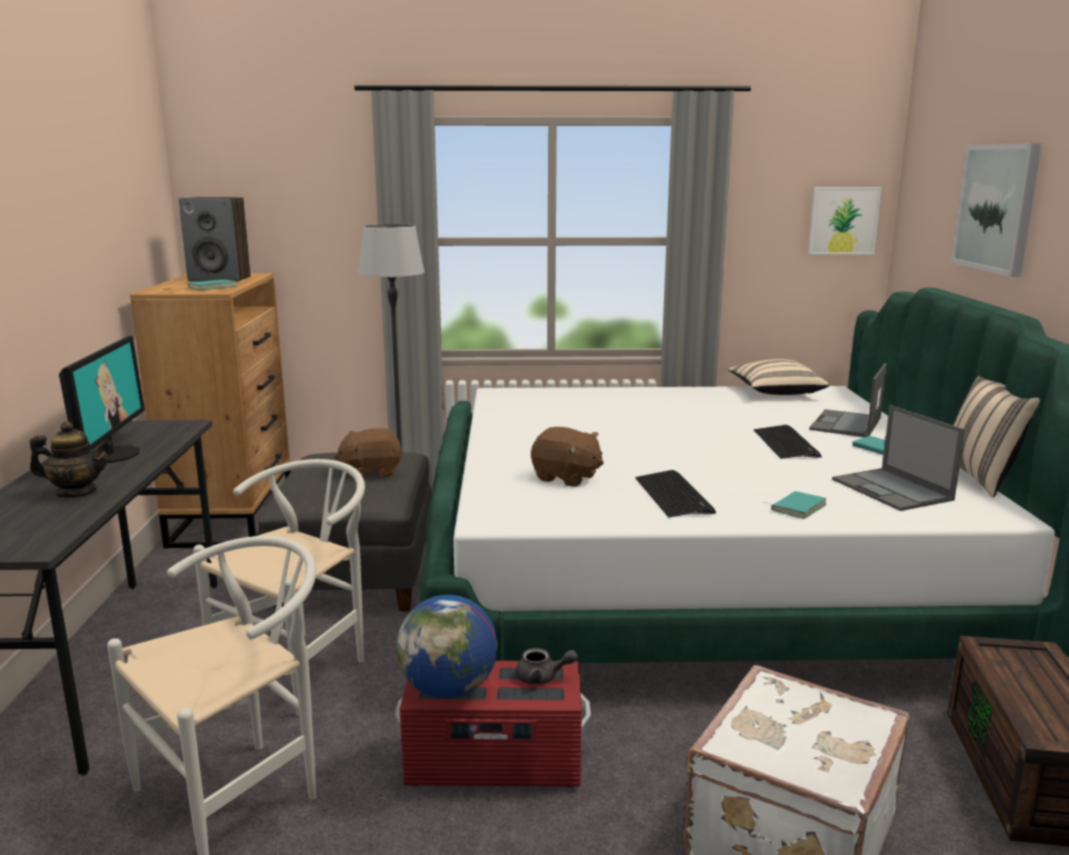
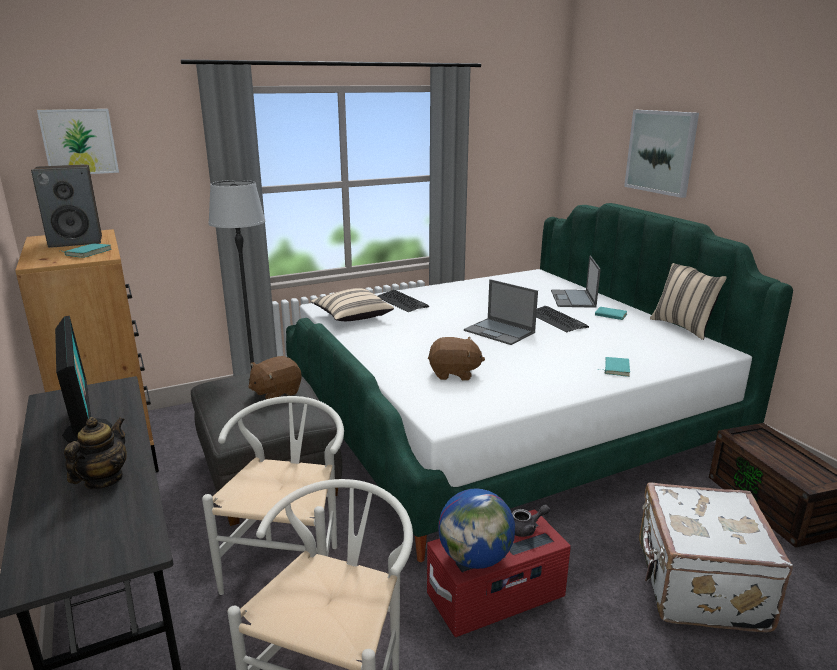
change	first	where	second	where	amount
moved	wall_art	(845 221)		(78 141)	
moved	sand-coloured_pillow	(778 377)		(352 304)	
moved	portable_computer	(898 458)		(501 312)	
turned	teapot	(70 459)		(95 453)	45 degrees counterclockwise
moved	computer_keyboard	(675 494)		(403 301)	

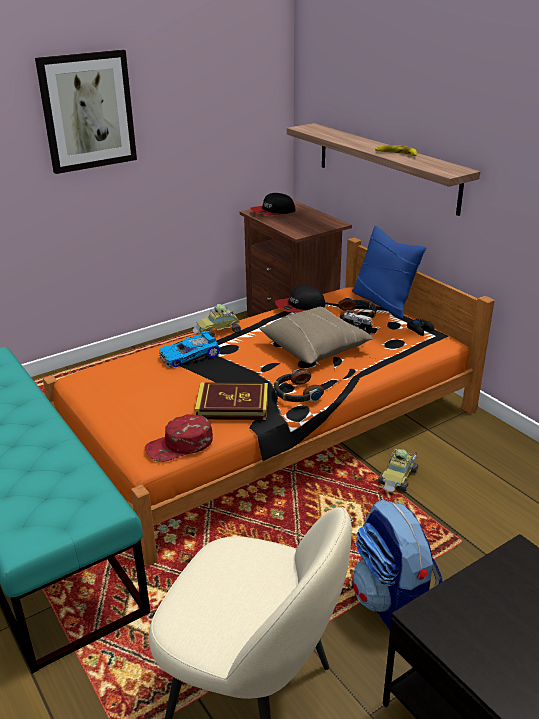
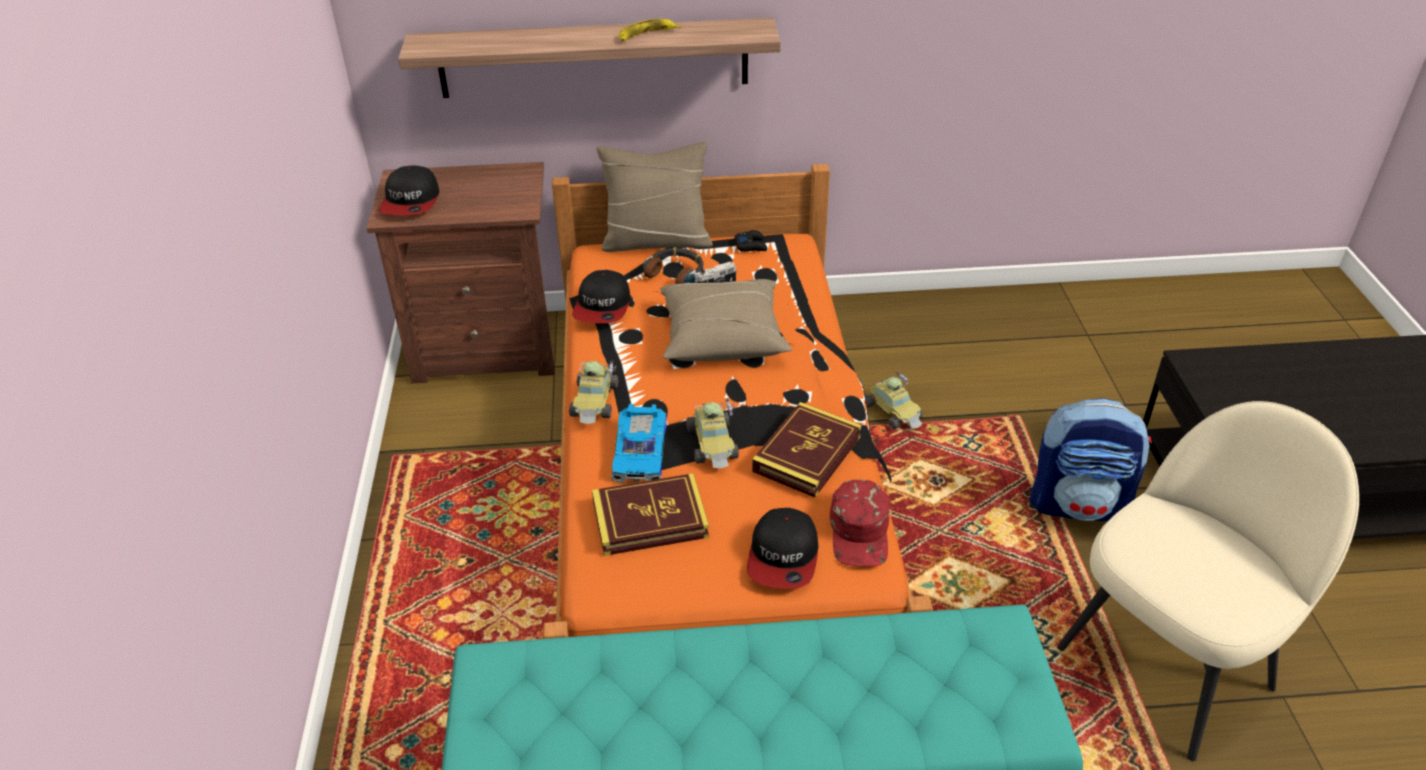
change	first	where	second	where	amount
removed	wall_art	(86 112)			
recoloured	blue-coloured_pillow	(389 272)	sand-coloured_pillow	(655 197)	
removed	headset	(299 385)			
added			model_car	(712 433)	
added			bound_book	(650 514)	
added			baseball_cap	(782 548)	

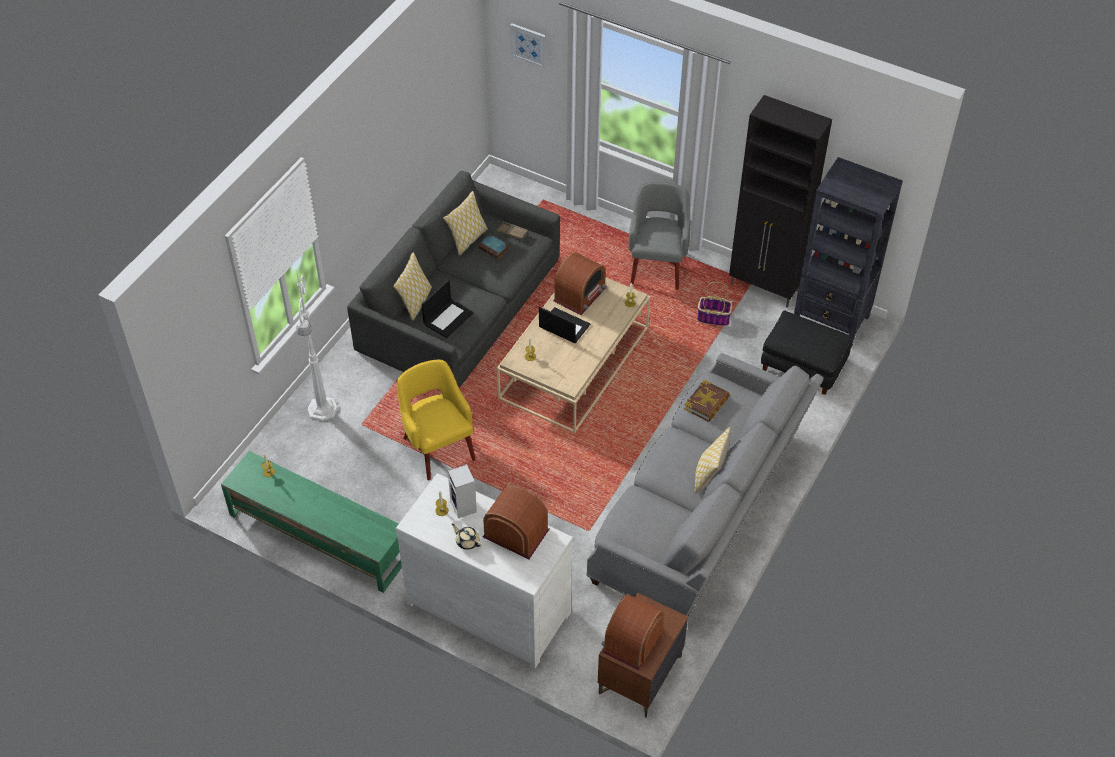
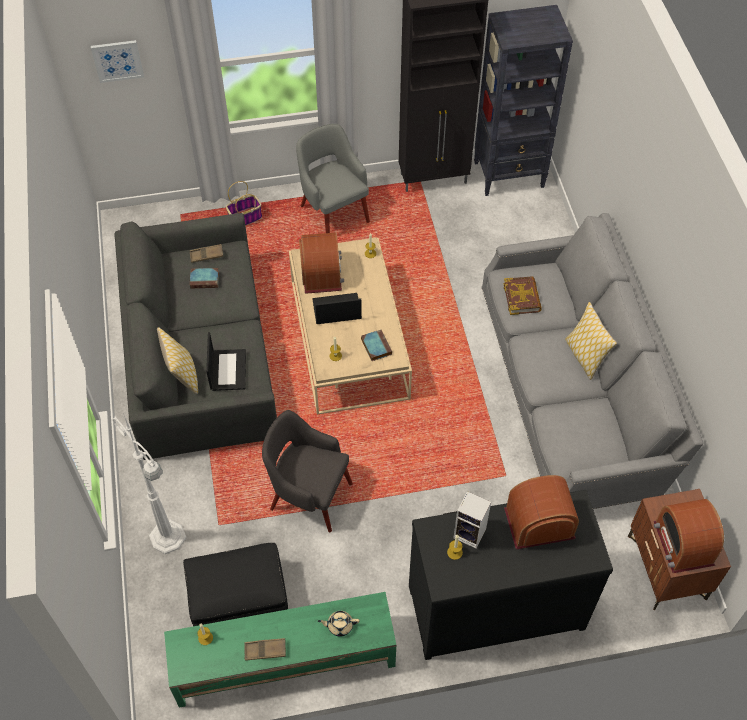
change	first	where	second	where	amount
removed	pillow	(465 223)			
moved	household_basket	(714 304)		(244 203)	
moved	blackish_footrest	(807 353)		(235 584)	
recoloured	yellow_lounge_chair	(436 420)	greyish_lounge_chair	(307 471)	
recoloured	white_dresser	(484 570)	blackish_dresser	(511 575)	
moved	sand-coloured_teapot	(467 536)		(339 623)	
added			bound_book	(376 345)	
added			brownish_serving_tray	(265 649)	

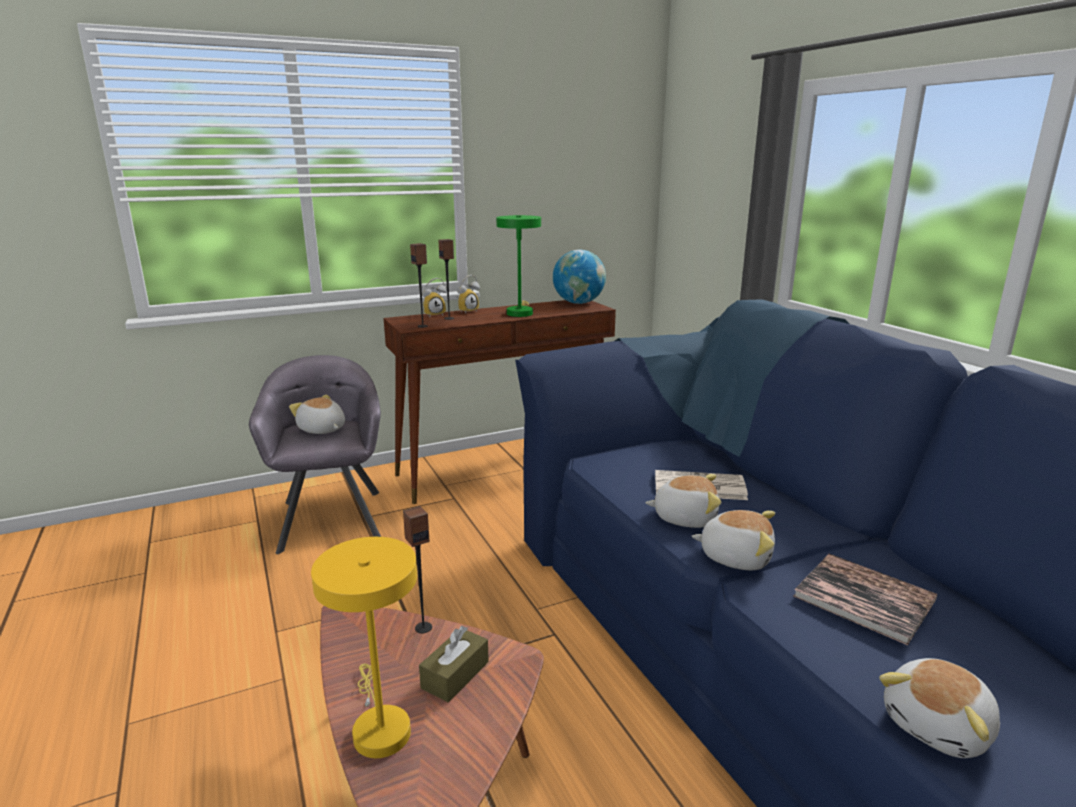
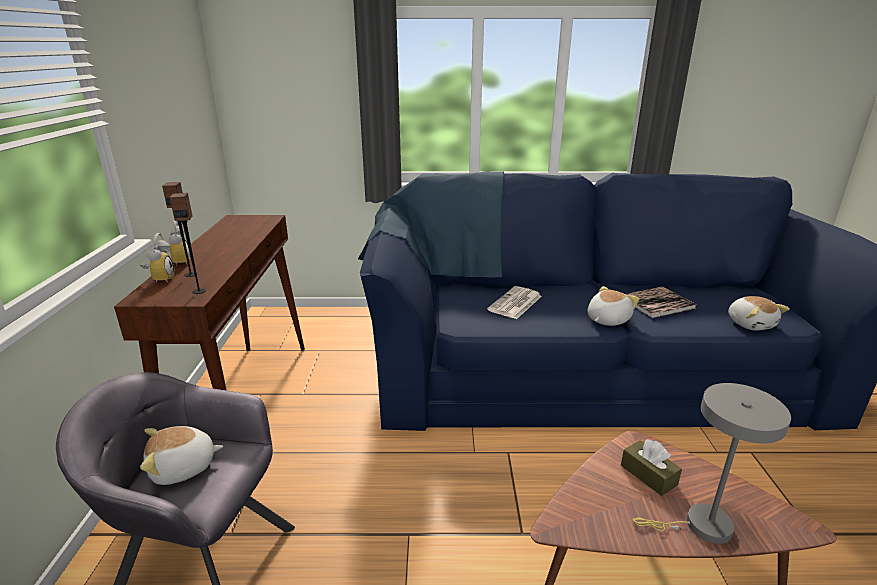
change	first	where	second	where	amount
removed	green_table_lamp	(518 266)			
removed	globe	(579 277)			
removed	soft_toy	(683 501)			
removed	audio_speaker	(417 569)			
recoloured	yellow_table_lamp	(364 647)	greyish_table_lamp	(712 463)	

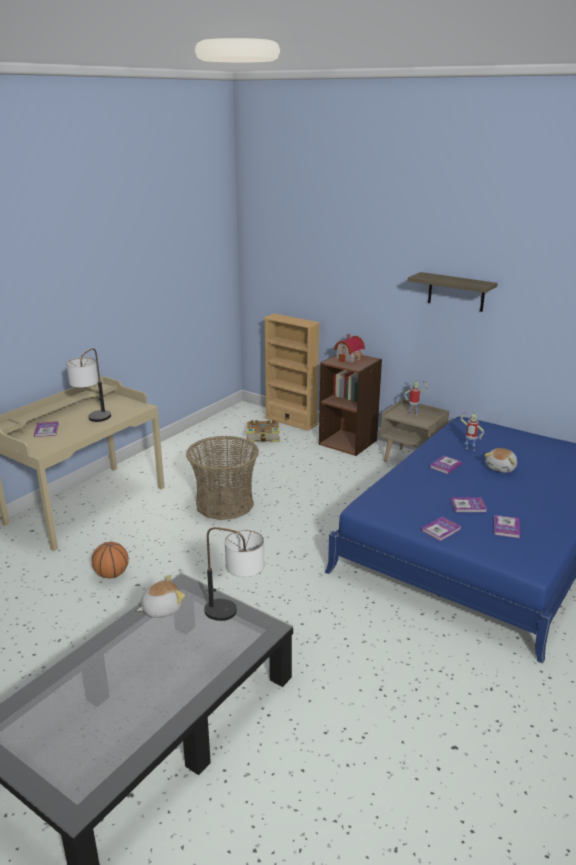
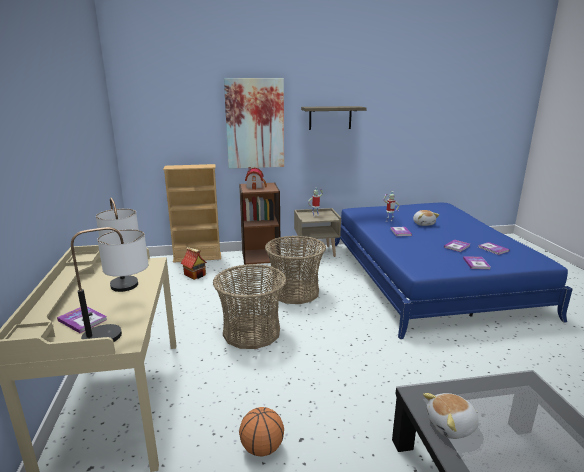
change	first	where	second	where	amount
replaced	bound_book	(263 431)	miniature_house	(194 263)	
moved	table_lamp	(234 574)		(109 284)	
turned	soft_toy	(161 596)		(451 416)	120 degrees counterclockwise
added			wall_art	(254 123)	
added			household_basket	(295 270)	

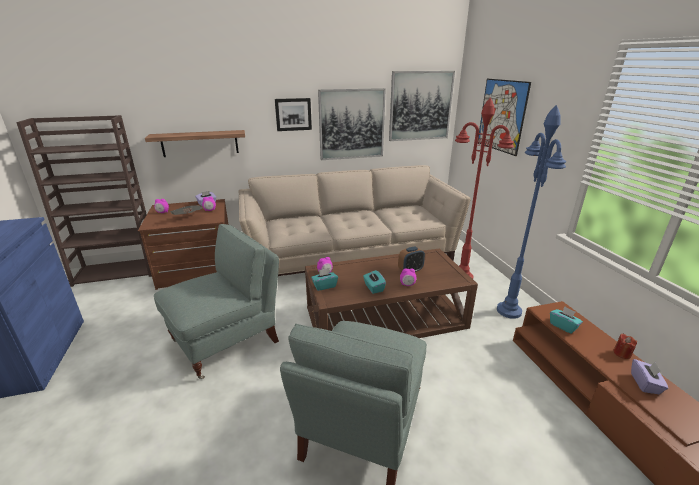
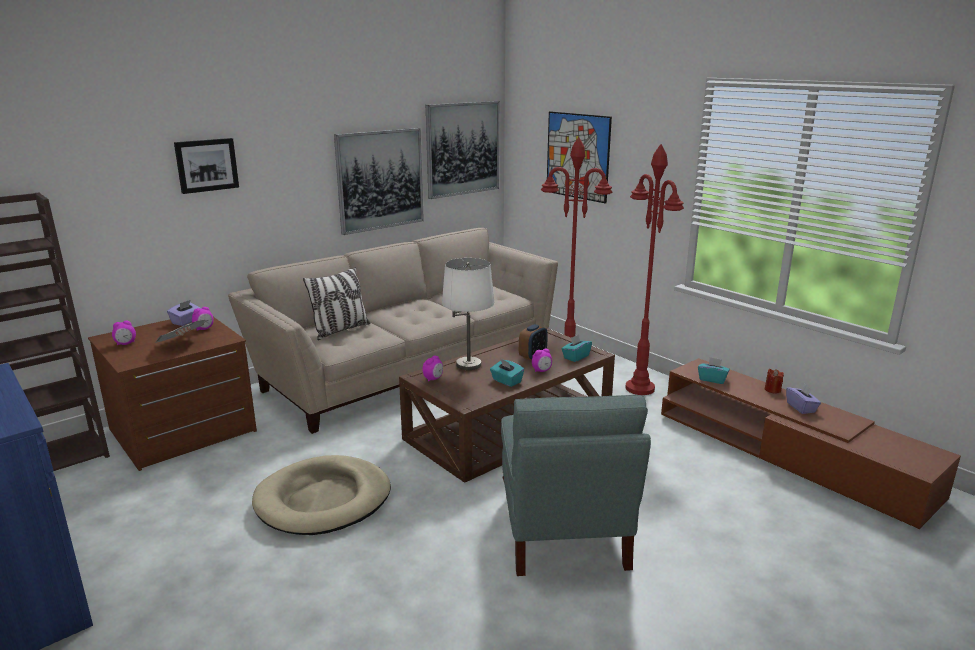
change	first	where	second	where	amount
moved	wall_art	(293 114)		(206 166)	
recoloured	blue-coloured_floor_lamp	(531 212)	reddish_floor_lamp	(654 269)	
removed	bracket_shelf	(195 143)			
replaced	greyish_lounge_chair	(216 301)	sand-coloured_dog_bed	(321 495)	
moved	turquoise-coloured_box_of_tissues	(324 279)		(577 348)	
added			white_table_lamp	(468 314)	
added			pillow	(336 303)	

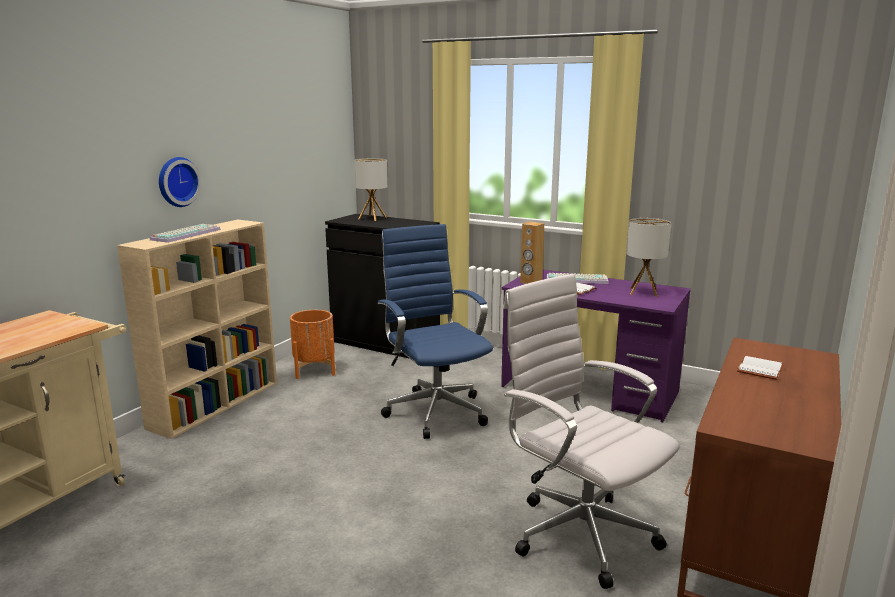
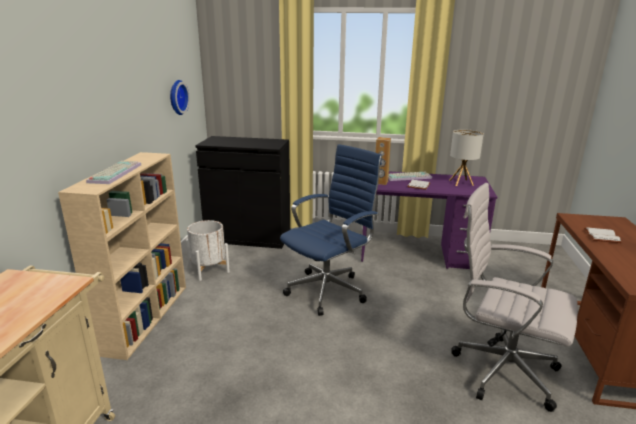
change	first	where	second	where	amount
moved	clock_on_the_wall	(180 182)		(180 97)	
removed	table_lamp	(371 189)			
turned	blue-coloured_office_chair	(435 331)		(331 230)	90 degrees clockwise
recoloured	orange_plant_pot	(312 344)	white_plant_pot	(208 250)	

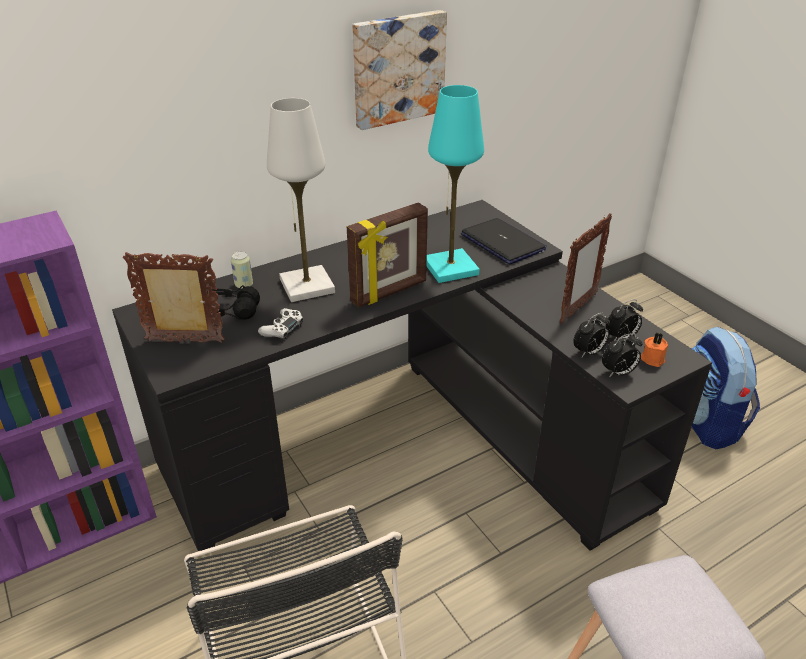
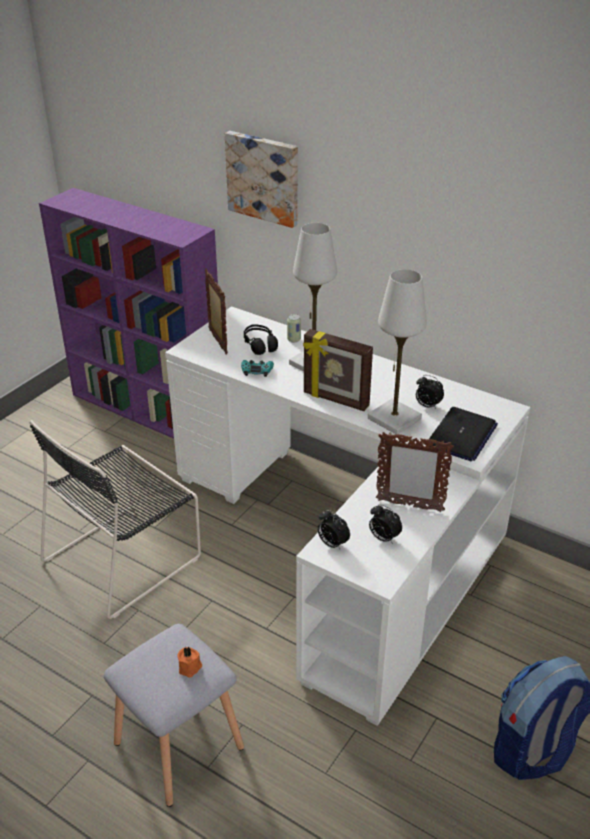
change	first	where	second	where	amount
moved	wall_art	(399 70)		(261 179)	
recoloured	turquoise-coloured_table_lamp	(455 184)	white_table_lamp	(397 351)	
recoloured	blackish_desk_unit	(412 375)	white_desk_unit	(347 516)	
recoloured	white_game_controller	(280 324)	turquoise-coloured_game_controller	(257 368)	
moved	bedside_clock	(591 335)		(430 392)	
moved	orange_candle	(654 349)		(189 662)	

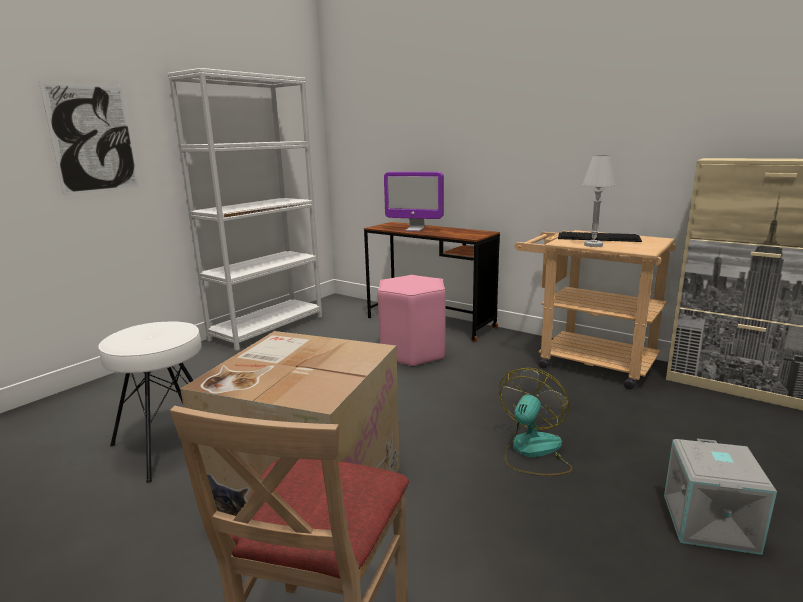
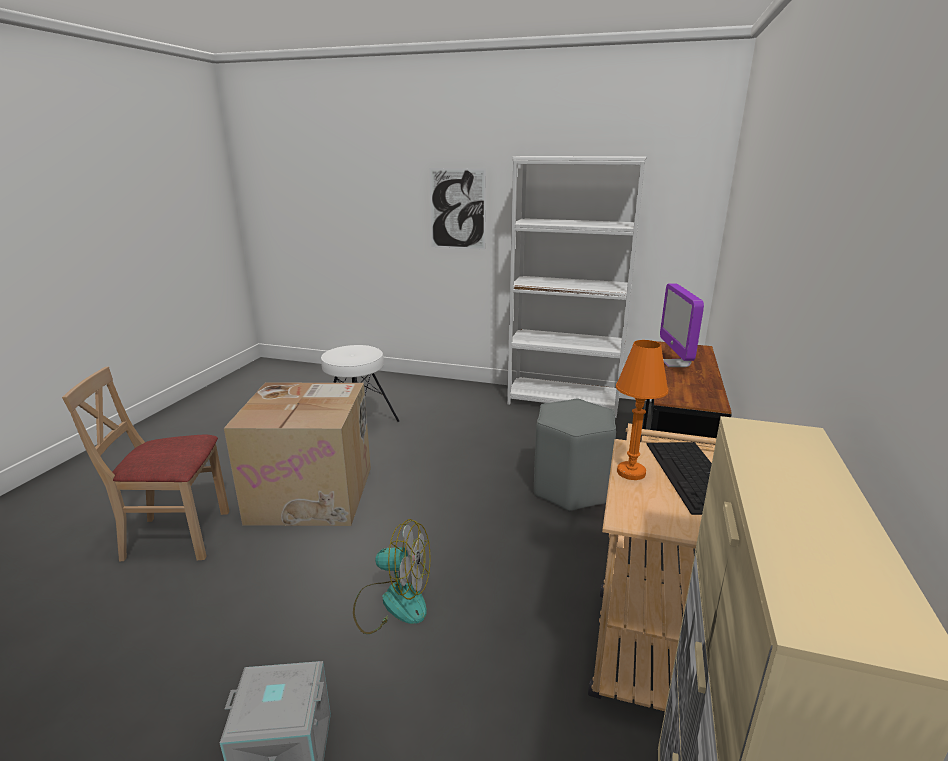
change	first	where	second	where	amount
recoloured	white_table_lamp	(599 201)	orange_table_lamp	(642 410)	
recoloured	pink-coloured_stool	(412 321)	greyish_stool	(575 455)	

